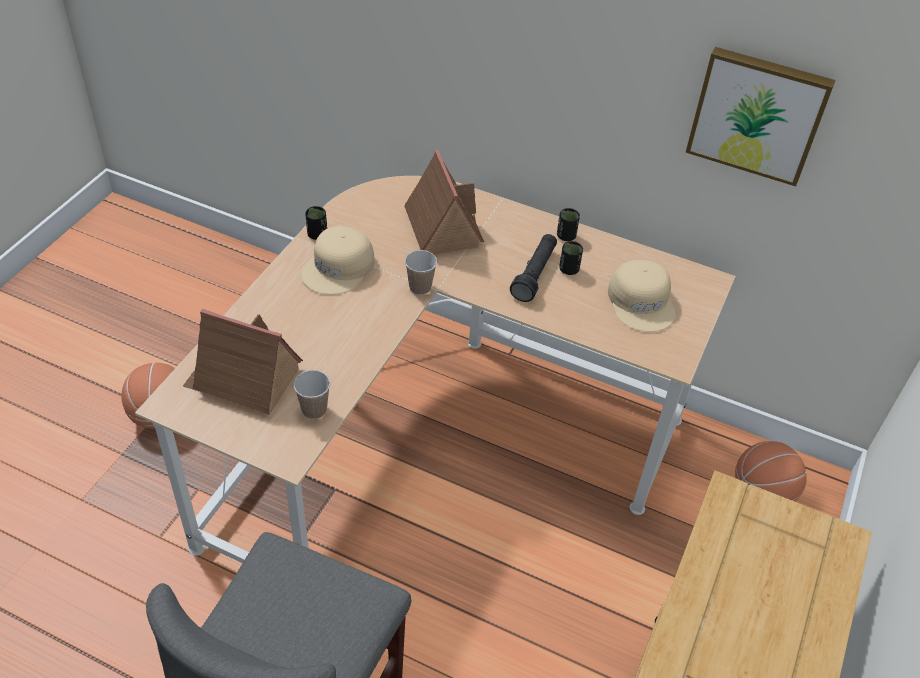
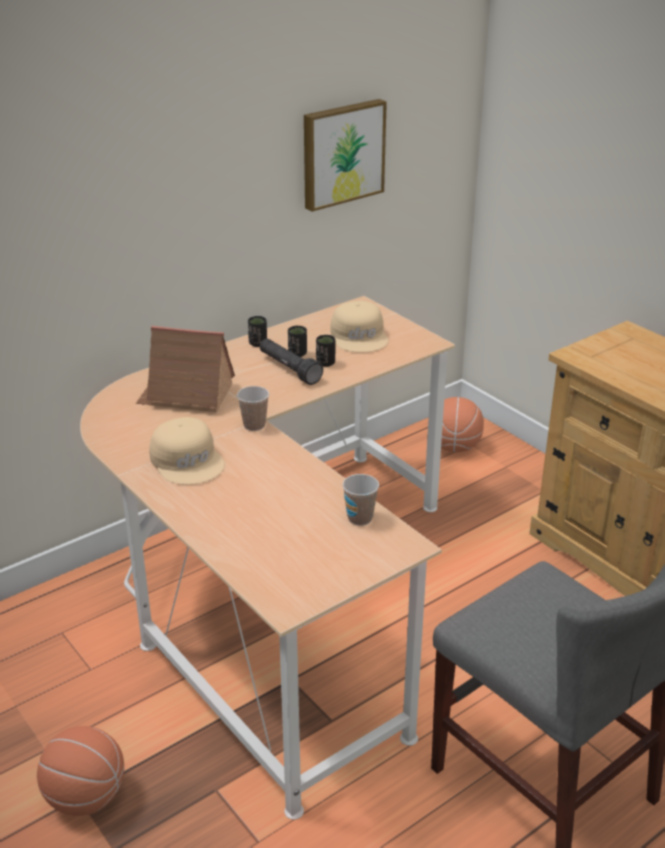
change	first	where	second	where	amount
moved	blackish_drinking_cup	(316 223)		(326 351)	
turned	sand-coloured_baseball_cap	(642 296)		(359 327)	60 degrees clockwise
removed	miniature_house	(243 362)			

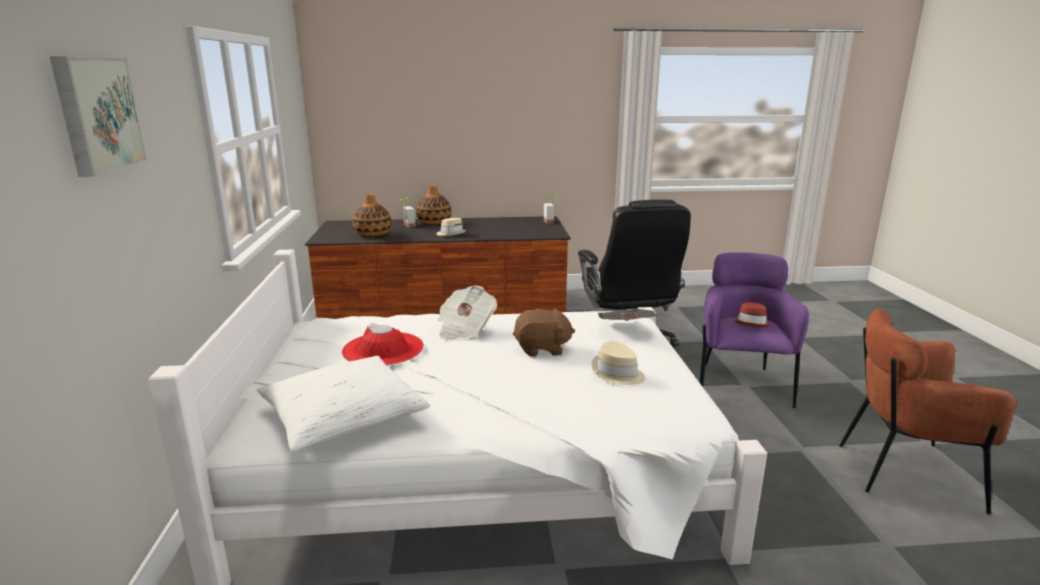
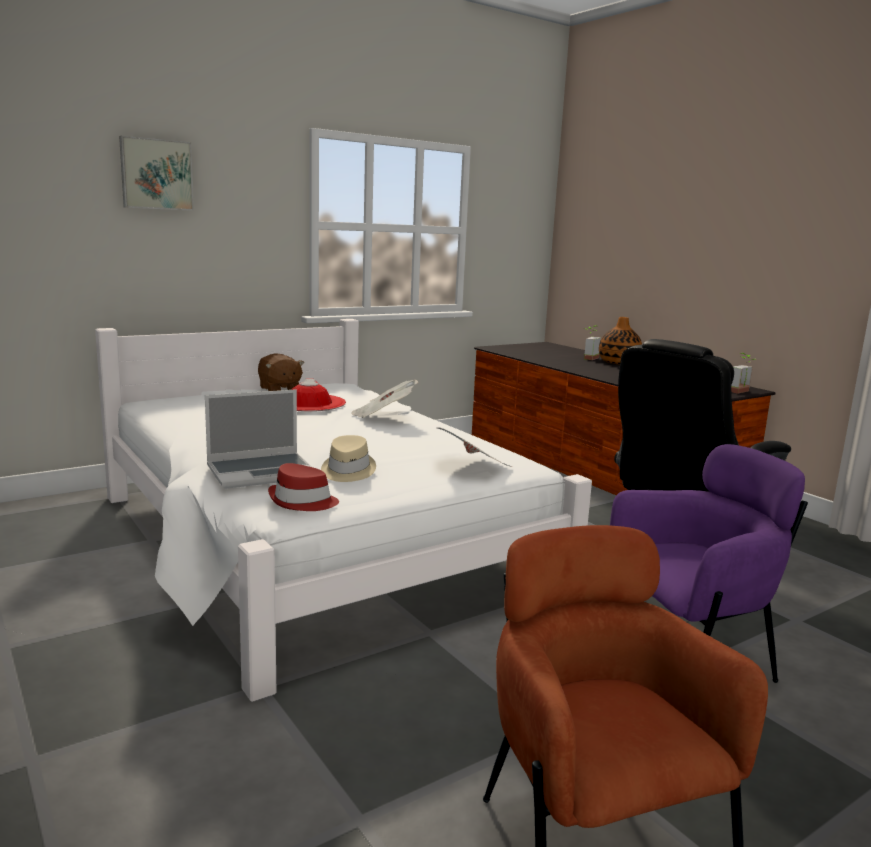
change	first	where	second	where	amount
removed	decorative_vase	(372 215)			
removed	sand-coloured_hat	(451 227)			
moved	reddish_hat	(752 315)		(303 487)	
moved	brownish_soft_toy	(544 332)		(281 372)	
removed	white_pillow	(343 404)			
added			portable_computer	(258 439)	

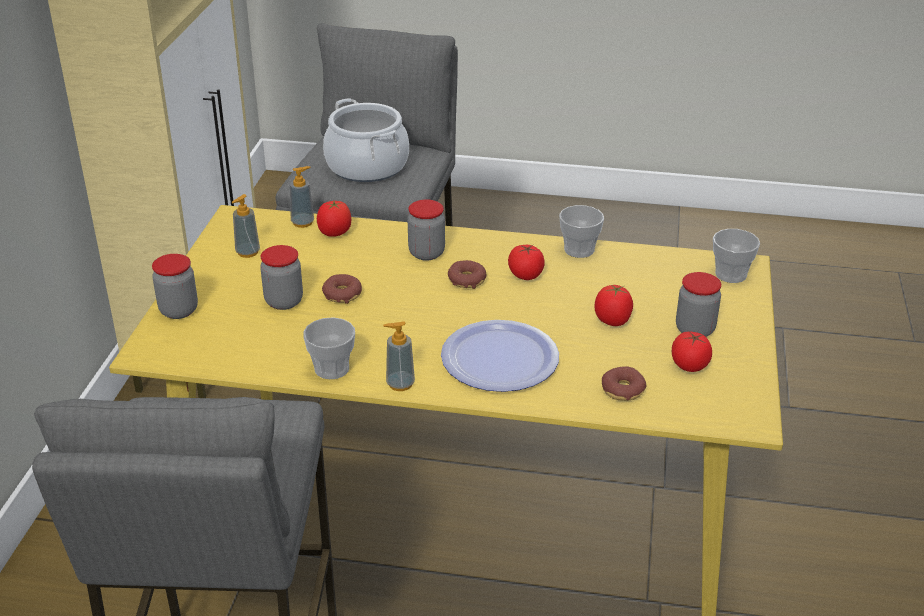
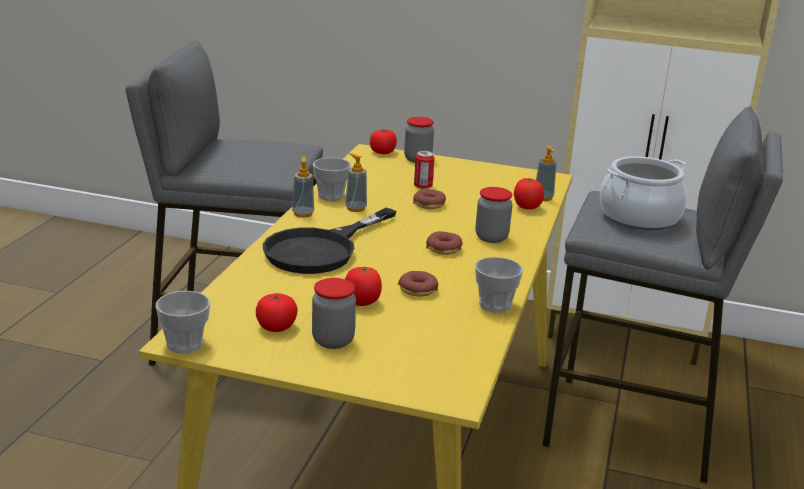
change	first	where	second	where	amount
moved	soap_dispenser	(246 226)		(356 182)	
moved	drinking_cup	(736 256)		(183 322)	
replaced	jar	(281 277)	can	(424 170)	
moved	fresh_tomato	(526 262)		(383 142)	
replaced	dinner_plate	(500 356)	blackish_skillet	(330 241)	
moved	ring_doughnut	(624 383)		(418 284)	

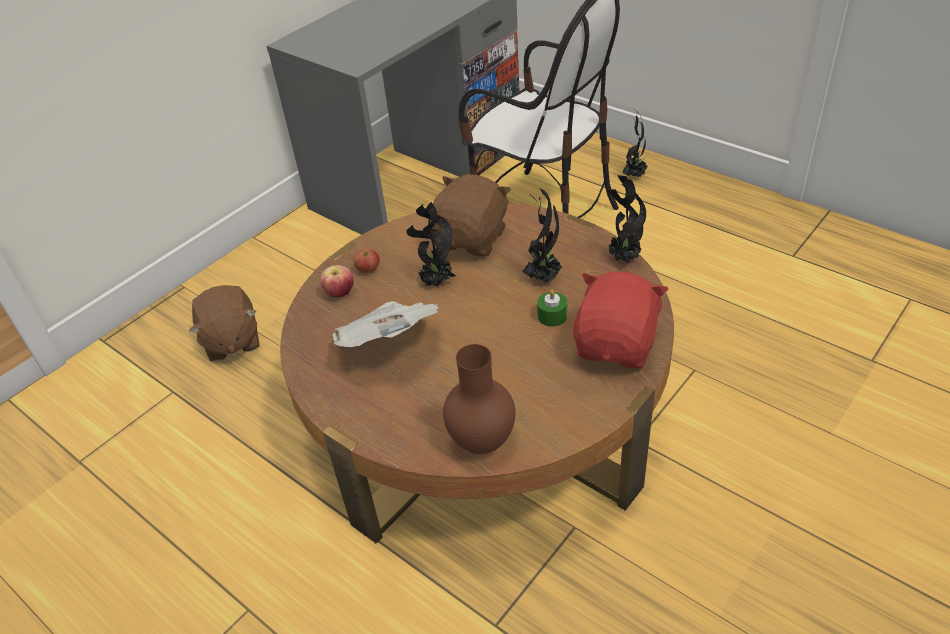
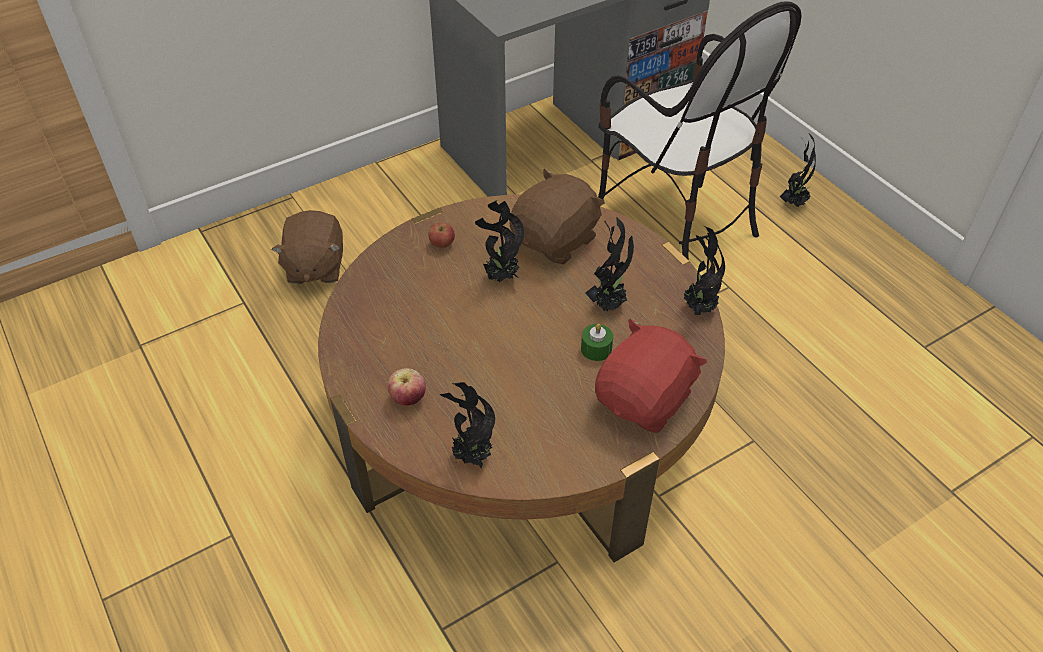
change	first	where	second	where	amount
moved	whole_apple	(337 281)		(407 387)	
removed	printed_paper	(385 324)			
replaced	brownish_decorative_vase	(479 399)	plant_in_a_pot	(467 425)	

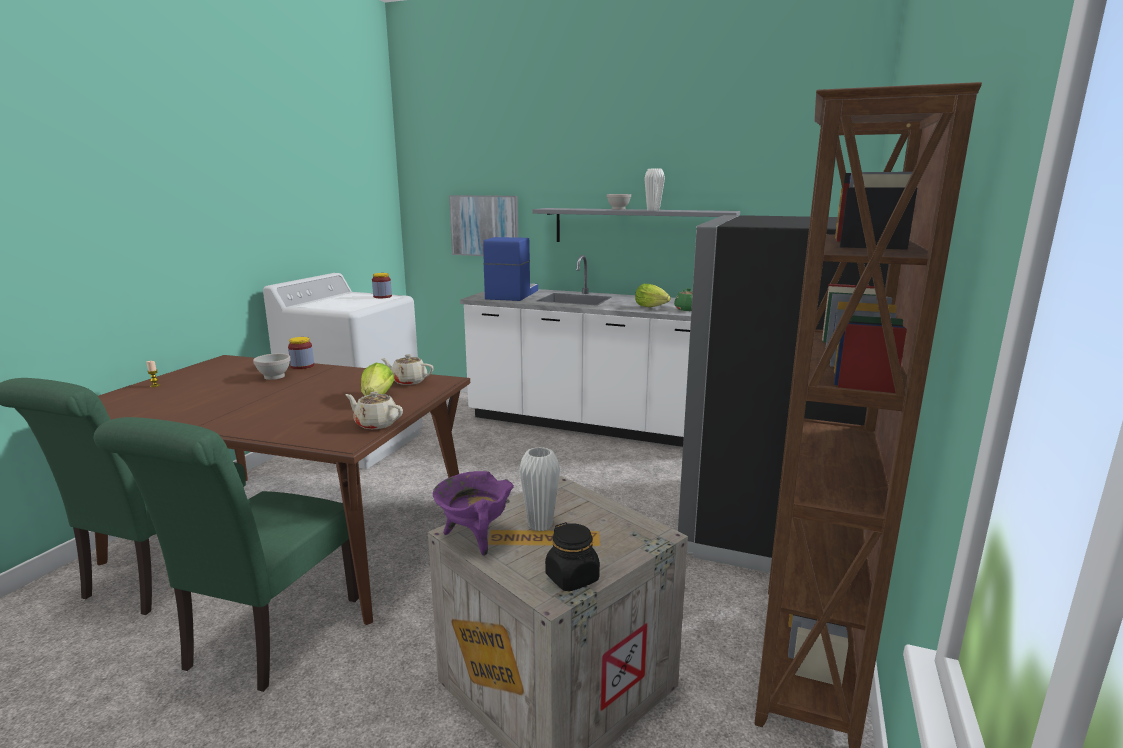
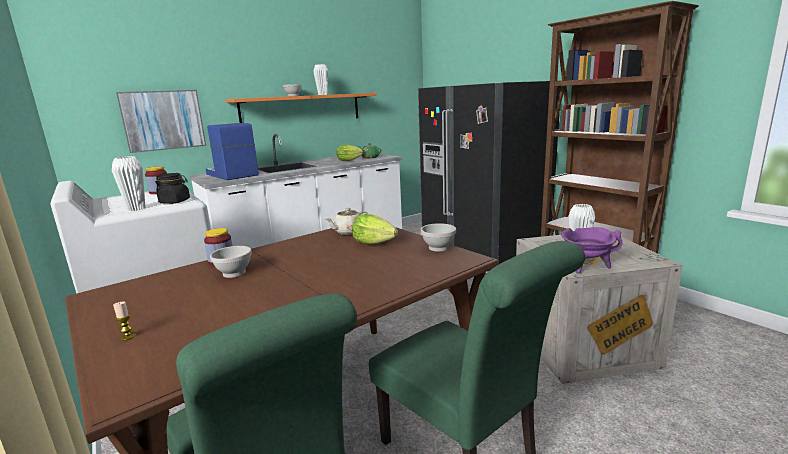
change	first	where	second	where	amount
recoloured	greyish_bracket_shelf	(636 225)	orange_bracket_shelf	(301 108)	
replaced	sand-coloured_teapot	(374 410)	white_bowl	(438 237)	
moved	blackish_jar	(572 556)		(172 188)	
added			white_decorative_vase	(128 183)	

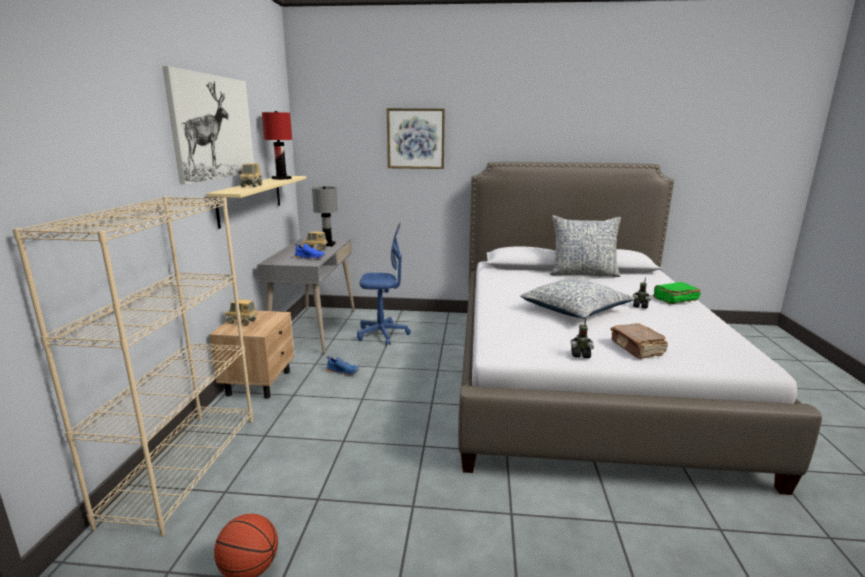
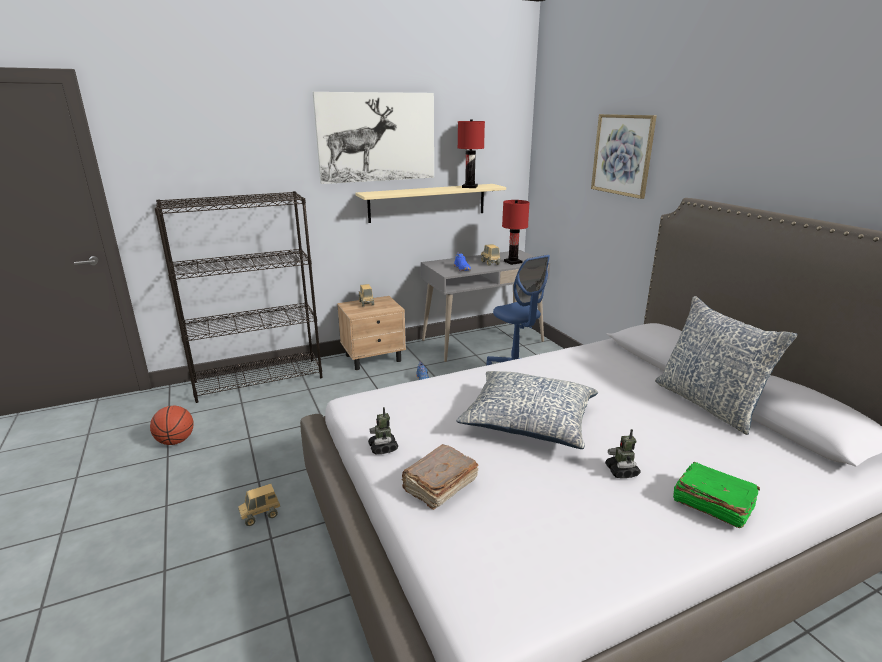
change	first	where	second	where	amount
moved	toy_truck	(251 175)		(259 505)	
recoloured	greyish_table_lamp	(325 216)	reddish_table_lamp	(516 232)	
recoloured	sand-coloured_bookcase	(133 366)	blackish_bookcase	(238 297)	

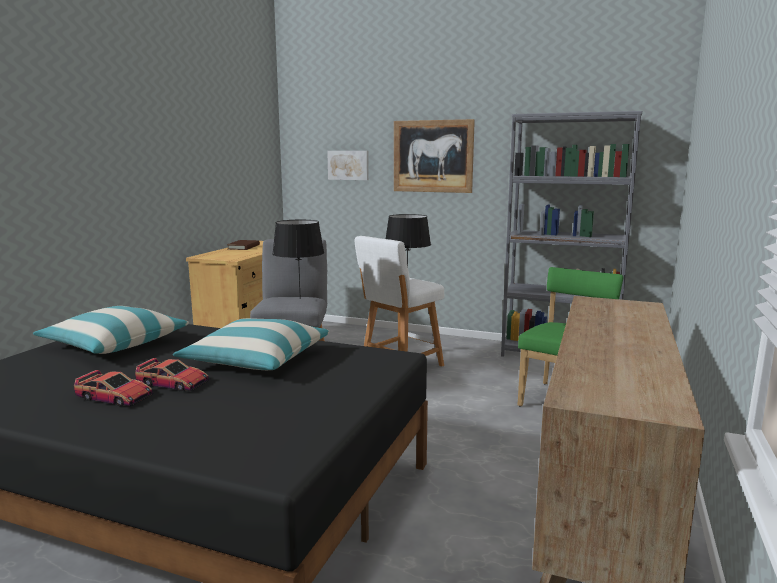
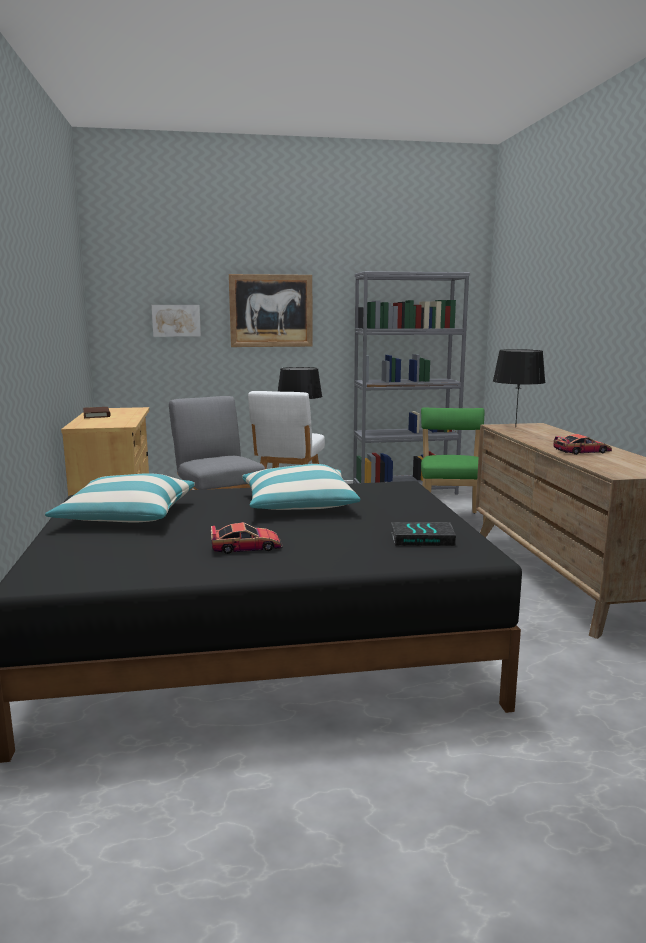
change	first	where	second	where	amount
moved	blackish_table_lamp	(298 259)		(519 388)	
moved	model_car	(172 375)		(583 444)	
added			bound_book	(423 534)	

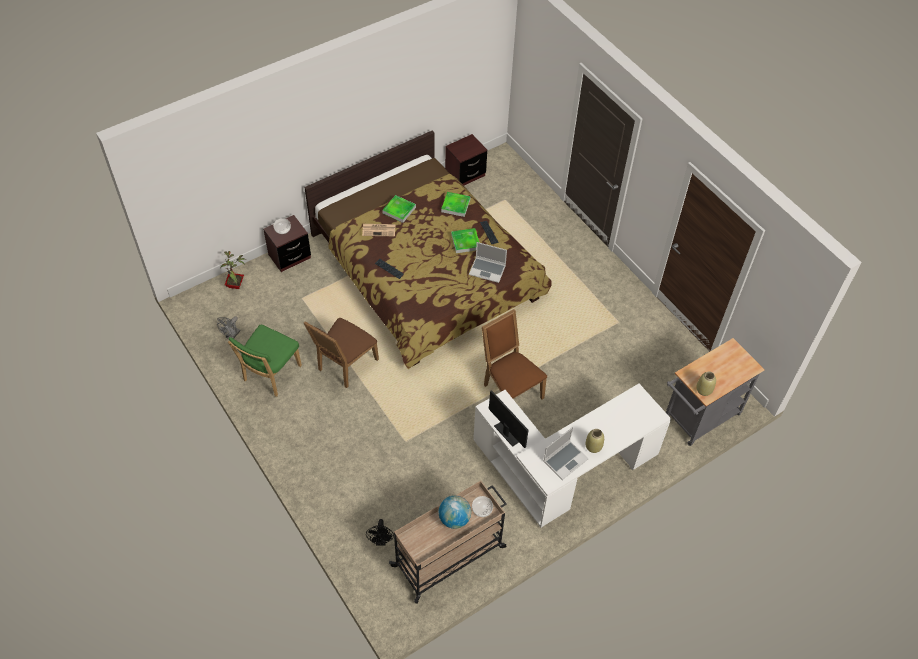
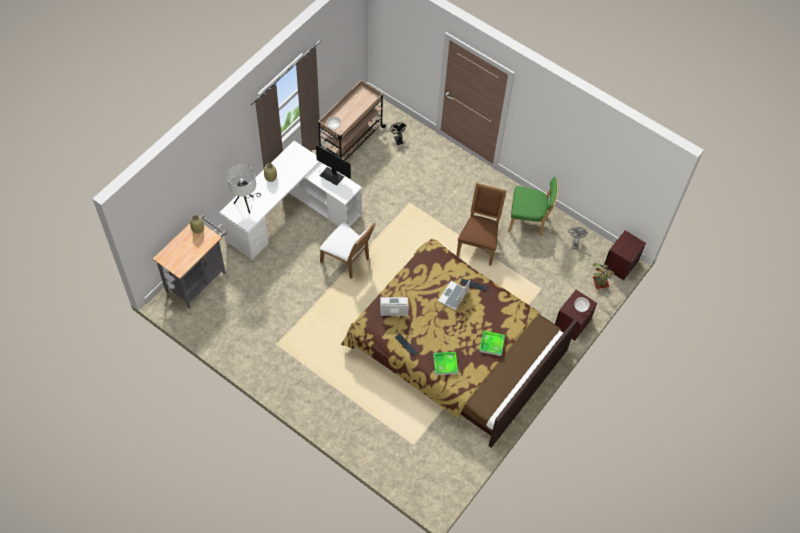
change	first	where	second	where	amount
moved	brownish_night_table	(466 160)		(625 255)	
removed	printed_paper	(378 230)			
removed	serving_tray	(465 240)			
recoloured	brownish_plain_chair	(514 354)	white_plain_chair	(348 250)	
turned	green_plain_chair	(265 361)		(533 206)	90 degrees clockwise
moved	portable_computer	(566 453)		(454 295)	
removed	globe	(455 512)			
added			white_table_lamp	(244 189)	

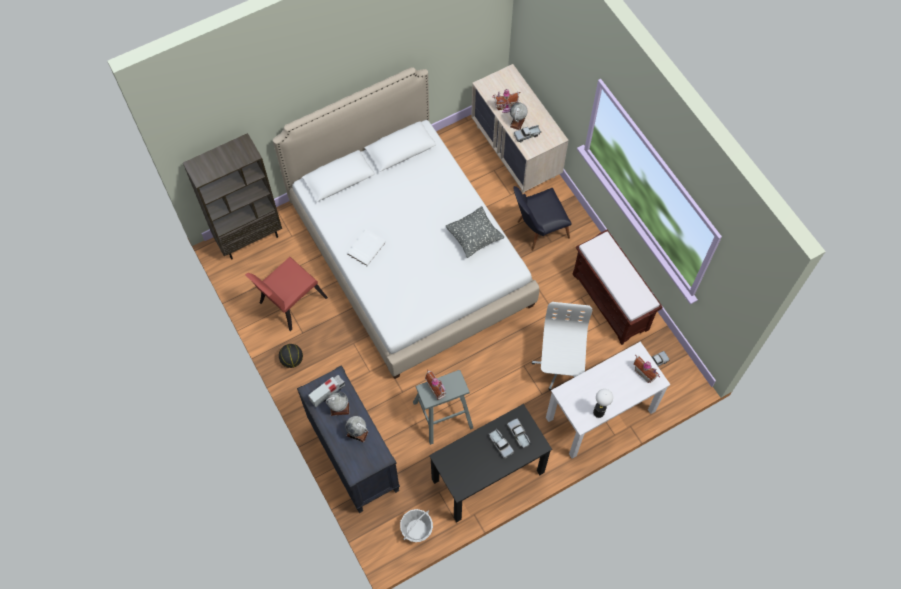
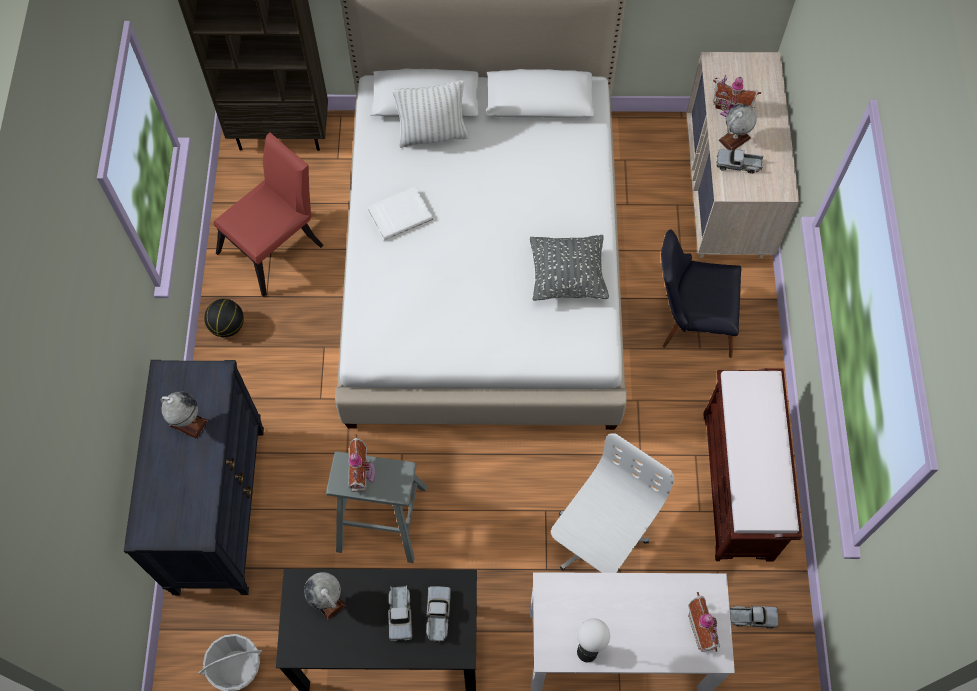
change	first	where	second	where	amount
turned	reddish_plain_chair	(286 294)		(268 214)	150 degrees clockwise
removed	toy_truck	(326 391)			
moved	globe	(357 429)		(325 596)	
added			white_pillow	(431 114)	

